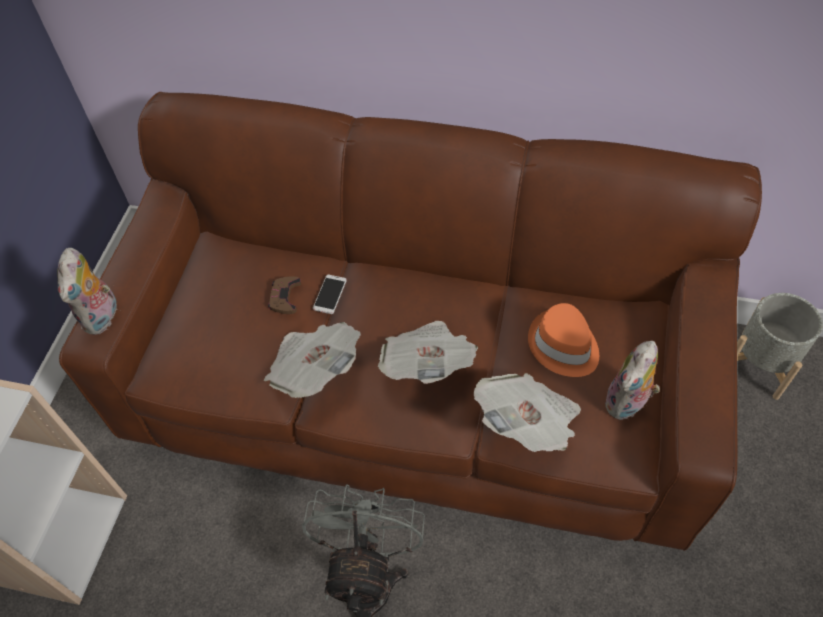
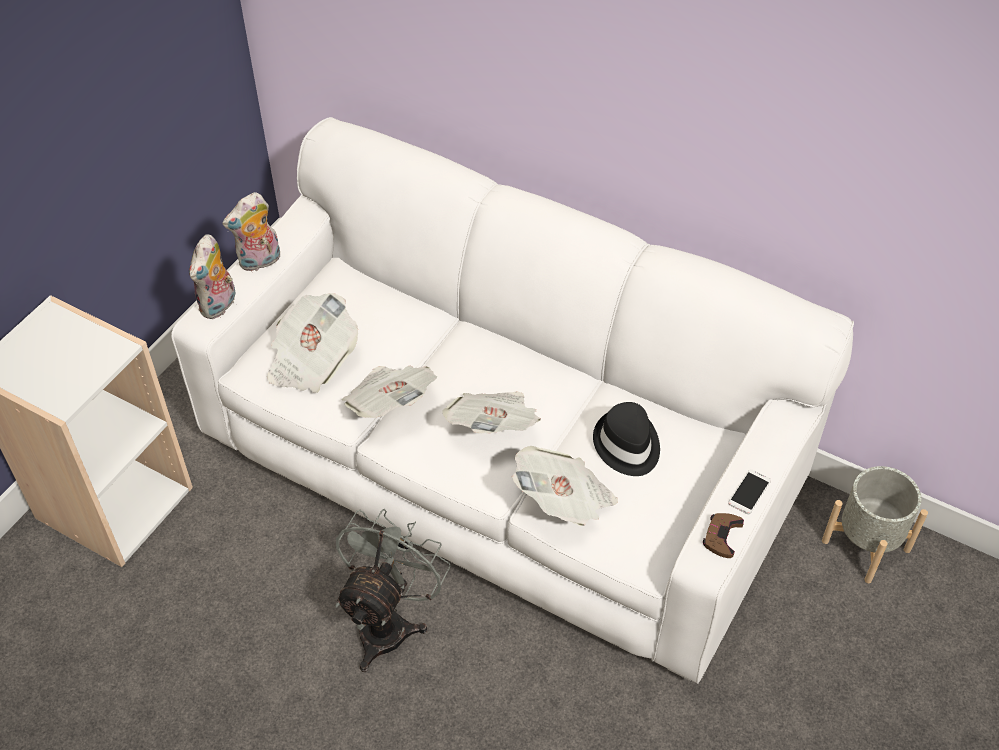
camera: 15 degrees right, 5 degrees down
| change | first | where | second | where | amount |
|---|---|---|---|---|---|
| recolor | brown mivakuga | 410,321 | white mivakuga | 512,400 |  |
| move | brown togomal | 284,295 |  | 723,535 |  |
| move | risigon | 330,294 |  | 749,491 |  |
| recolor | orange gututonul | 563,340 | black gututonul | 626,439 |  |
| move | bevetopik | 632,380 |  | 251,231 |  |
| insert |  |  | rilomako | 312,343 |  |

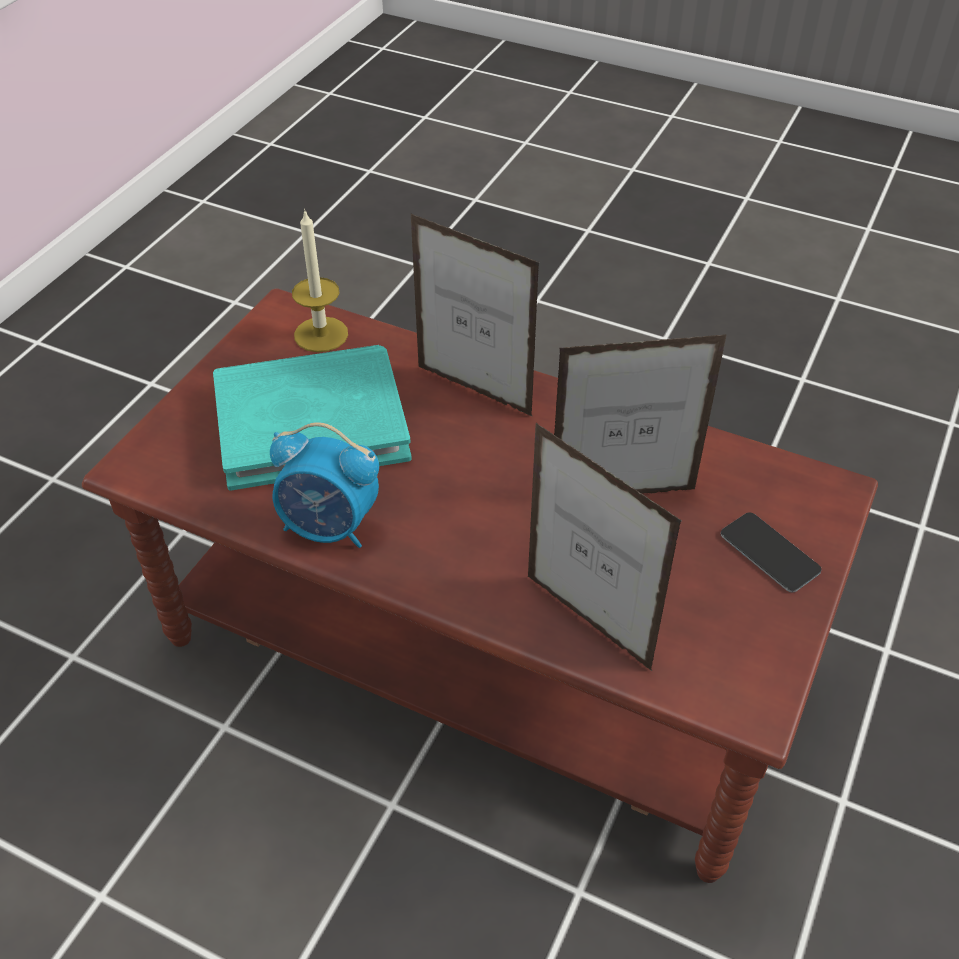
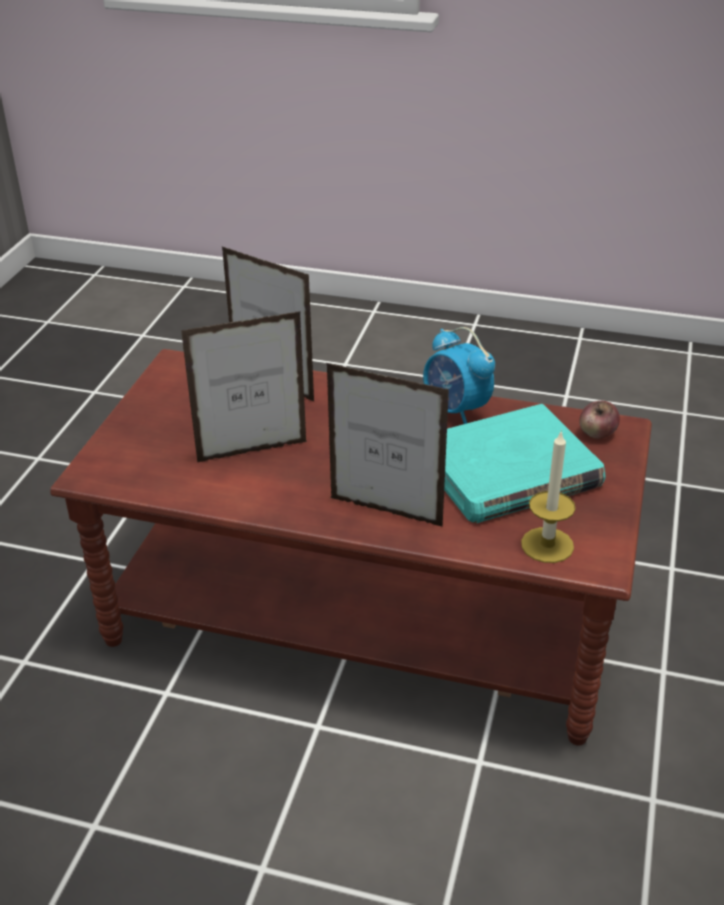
camera: 170 degrees right, 10 degrees down
| change | first | where | second | where | amount |
|---|---|---|---|---|---|
| rotate | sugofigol | 324,485 |  | 459,375 | 135 degrees counterclockwise |
| delete | risigon | 771,552 |  |  |  |
| insert |  |  | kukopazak | 599,420 |  |

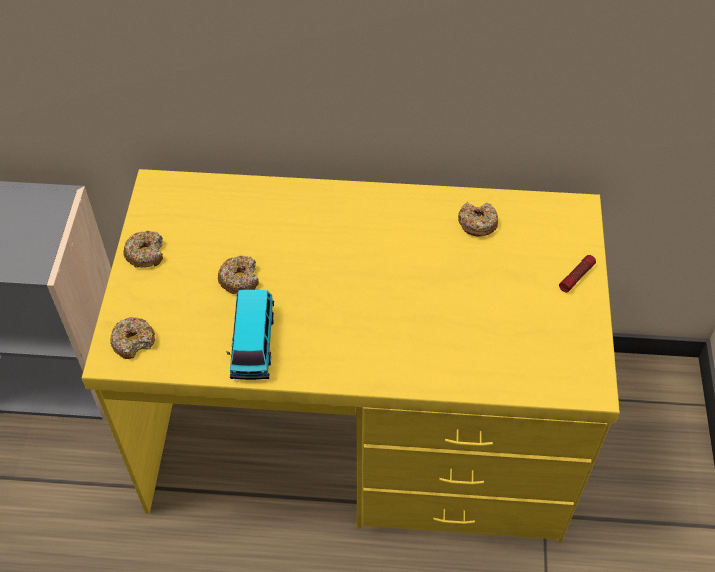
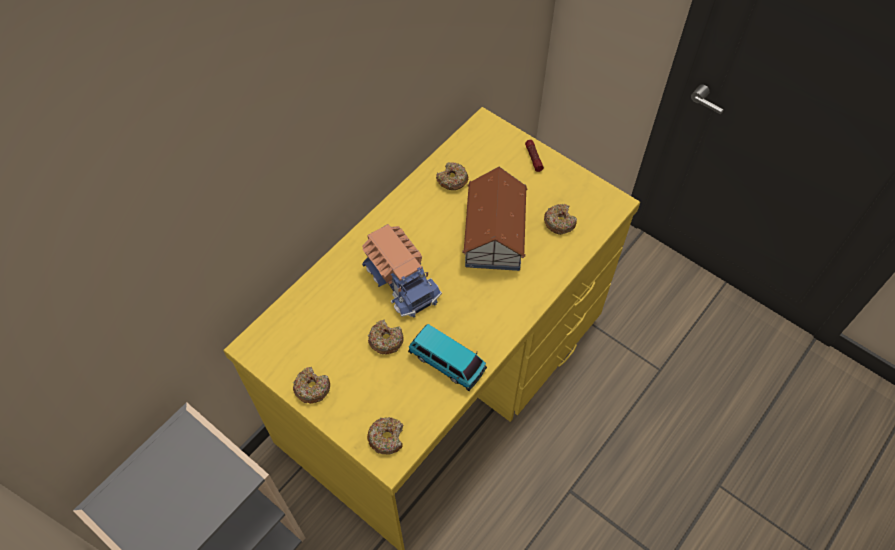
camera: 55 degrees left, 5 degrees up
| change | first | where | second | where | amount |
|---|---|---|---|---|---|
| insert |  |  | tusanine | 402,270 |  |
| insert |  |  | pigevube | 495,219 |  |
| insert |  |  | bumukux | 560,219 |  |

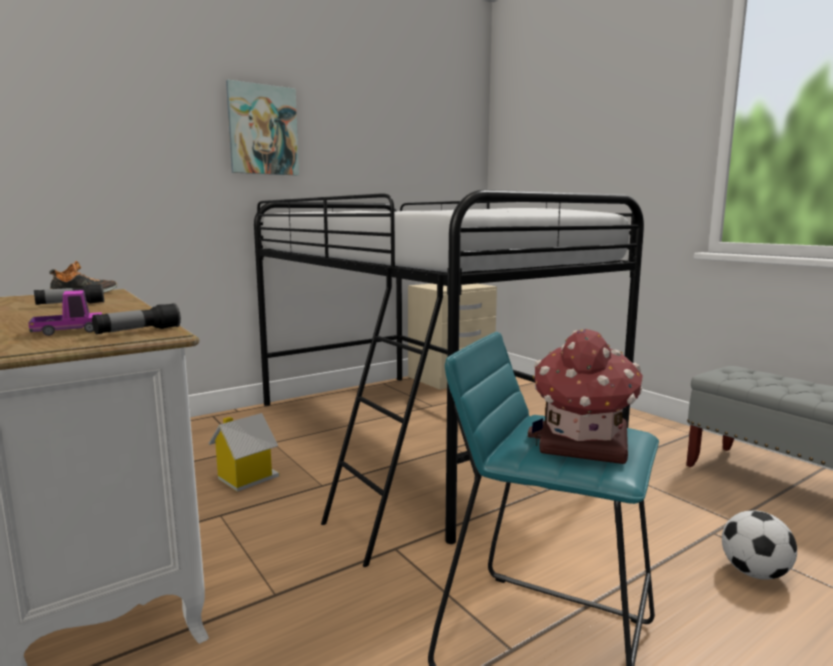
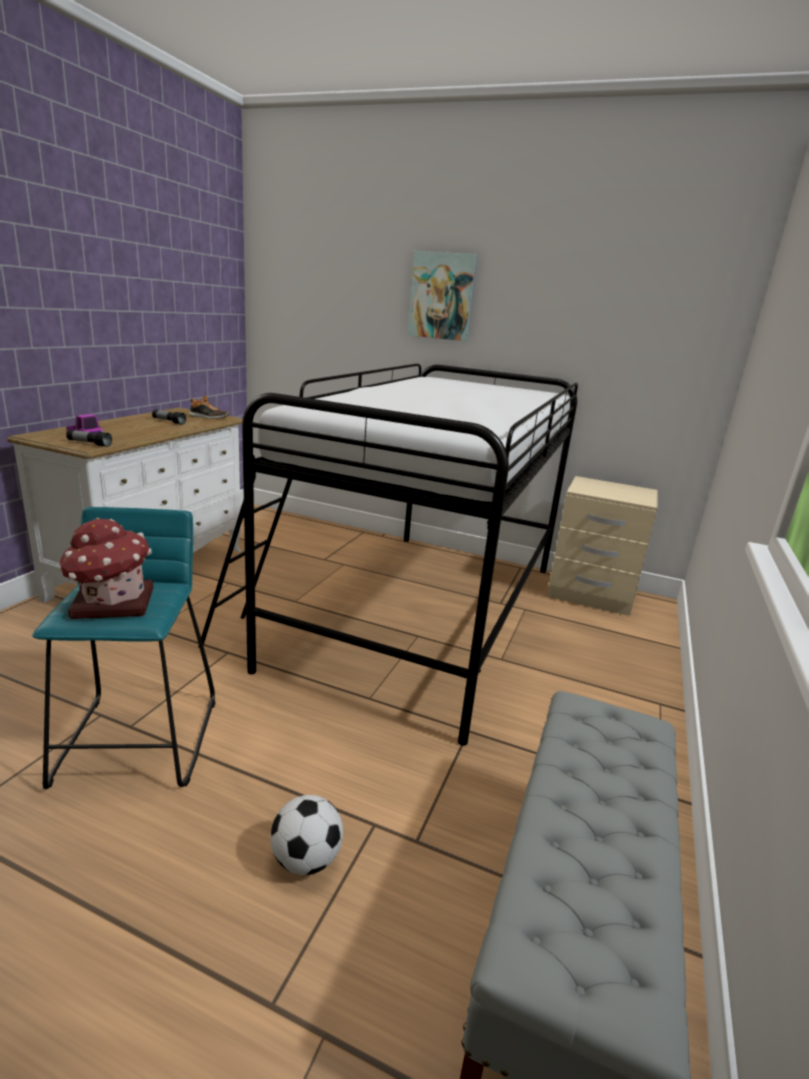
camera: 55 degrees right, 10 degrees up
| change | first | where | second | where | amount |
|---|---|---|---|---|---|
| delete | pigevube | 243,452 |  |  |  |

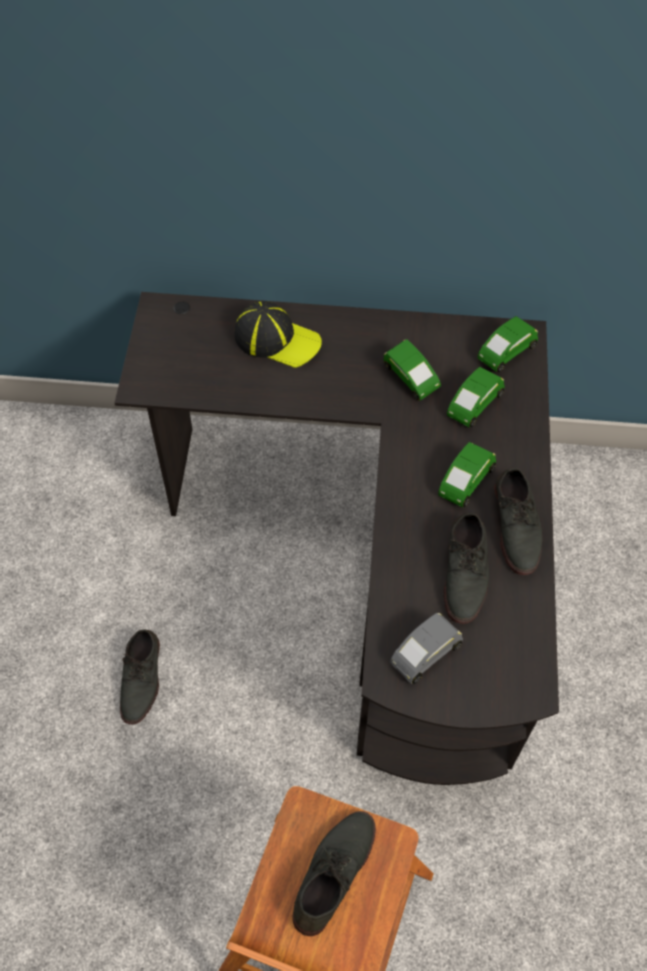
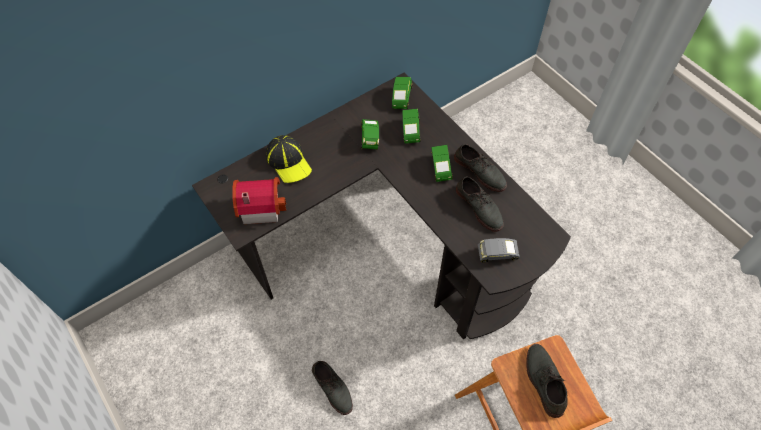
camera: 40 degrees left, 0 degrees up
| change | first | where | second | where | amount |
|---|---|---|---|---|---|
| rotate | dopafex | 278,334 |  | 289,159 | 75 degrees clockwise |
| rotate | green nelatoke | 412,370 |  | 370,134 | 105 degrees counterclockwise |
| rotate | grey nelatoke | 426,648 |  | 499,250 | 105 degrees counterclockwise |
| insert |  |  | pigevube | 259,200 |  |

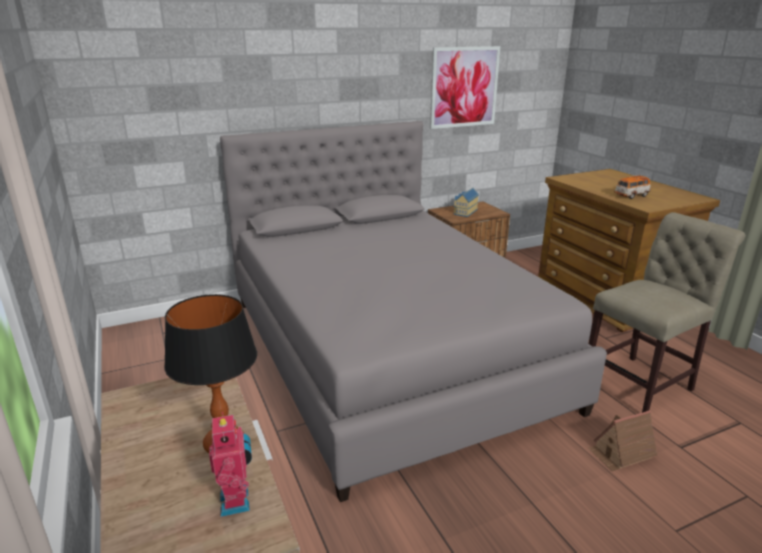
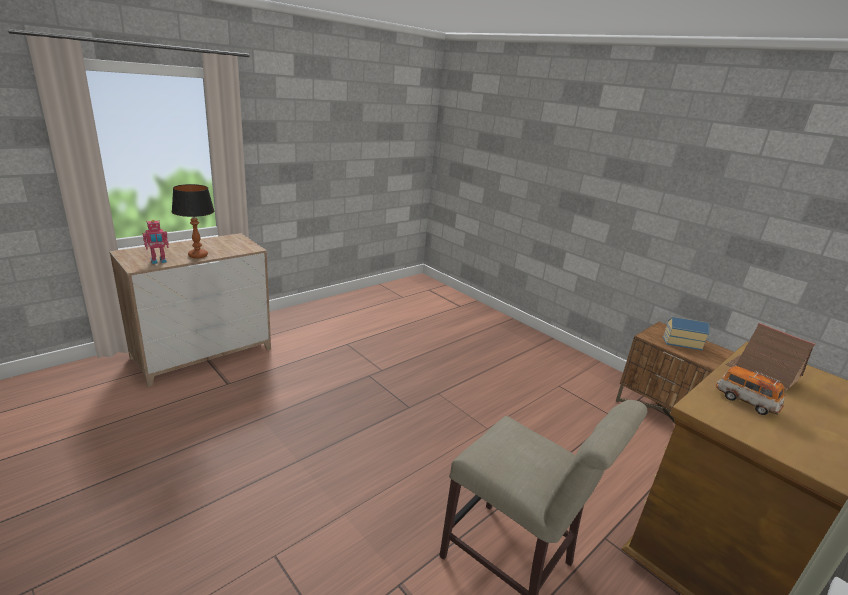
camera: 70 degrees right, 0 degrees up
| change | first | where | second | where | amount |
|---|---|---|---|---|---|
| delete | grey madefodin | 413,311 |  |  |  |
| delete | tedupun | 465,87 |  |  |  |
| move | pigevube | 622,440 |  | 770,357 |  |

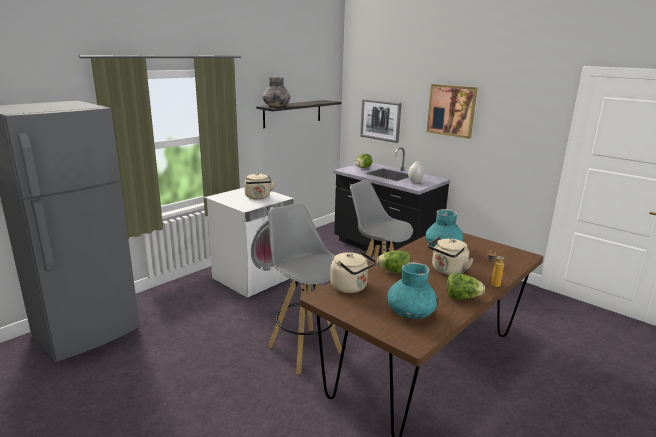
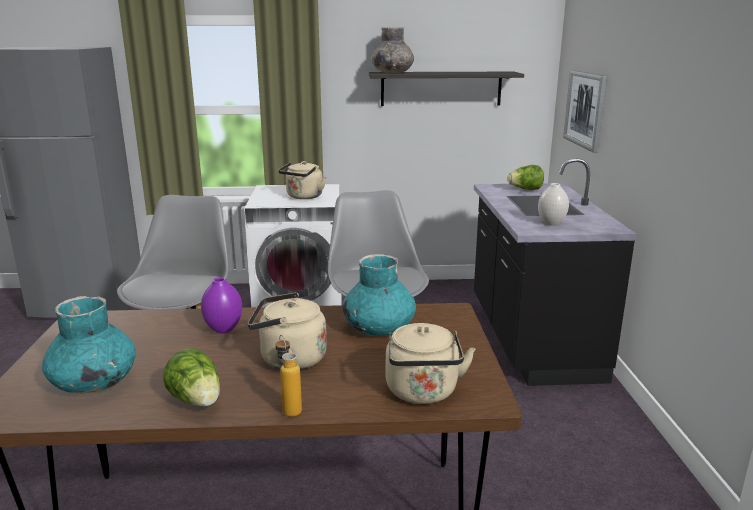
camera: 45 degrees right, 0 degrees up
| change | first | where | second | where | amount |
|---|---|---|---|---|---|
| move | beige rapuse | 353,272 |  | 430,363 |  |
| replace | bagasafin | 393,262 | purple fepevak | 221,305 |  |
| delete | tedupun | 452,111 |  |  |  |

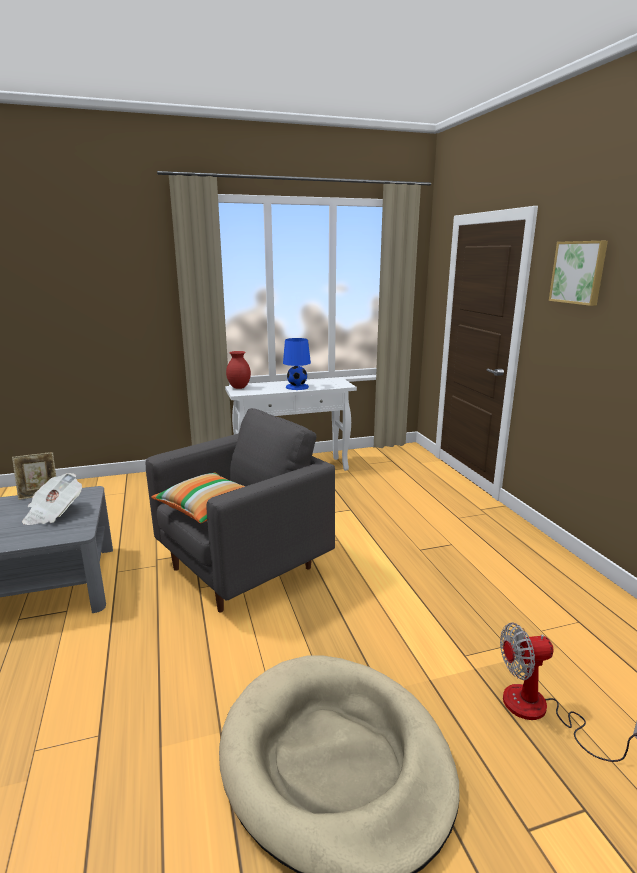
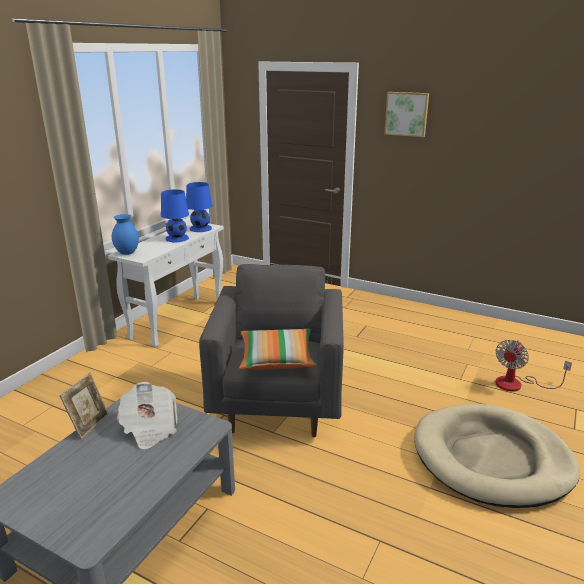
camera: 45 degrees left, 5 degrees up
| change | first | where | second | where | amount |
|---|---|---|---|---|---|
| recolor | red fepevak | 238,370 | blue fepevak | 125,234 |  |
| insert |  |  | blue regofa | 199,207 |  |

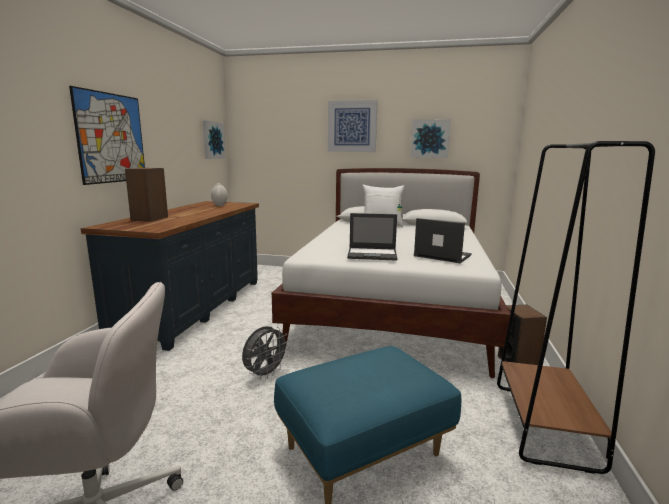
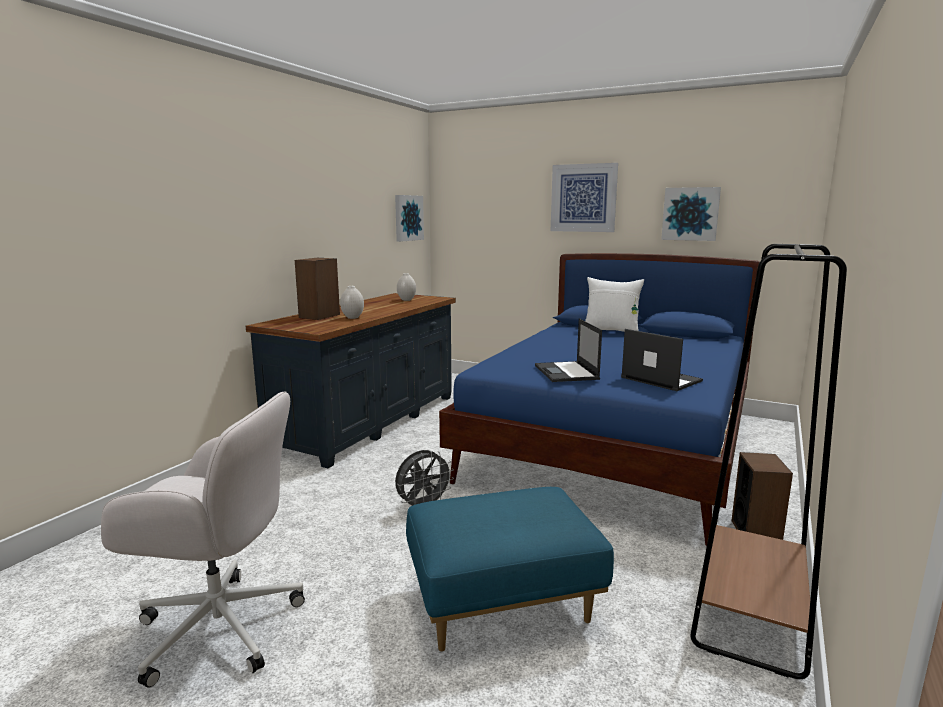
camera: 15 degrees right, 0 degrees up
| change | first | where | second | where | amount |
|---|---|---|---|---|---|
| delete | tedupun | 107,135 |  |  |  |
| recolor | white madefodin | 391,273 | blue madefodin | 599,399 |  |
| rotate | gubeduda | 372,237 |  | 568,350 | 60 degrees clockwise |
| insert |  |  | white fepevak | 352,302 |  |

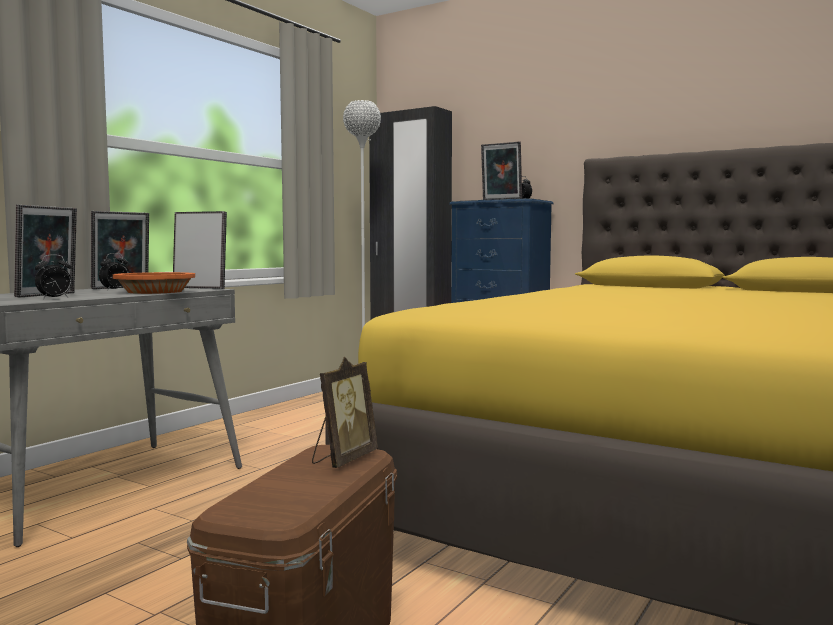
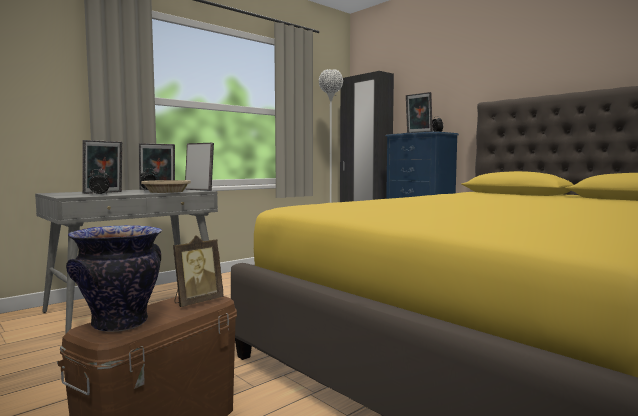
camera: 15 degrees right, 0 degrees up
| change | first | where | second | where | amount |
|---|---|---|---|---|---|
| recolor | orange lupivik | 154,283 | beige lupivik | 166,186 |  |
| insert |  |  | fepevak | 114,278 |  |

